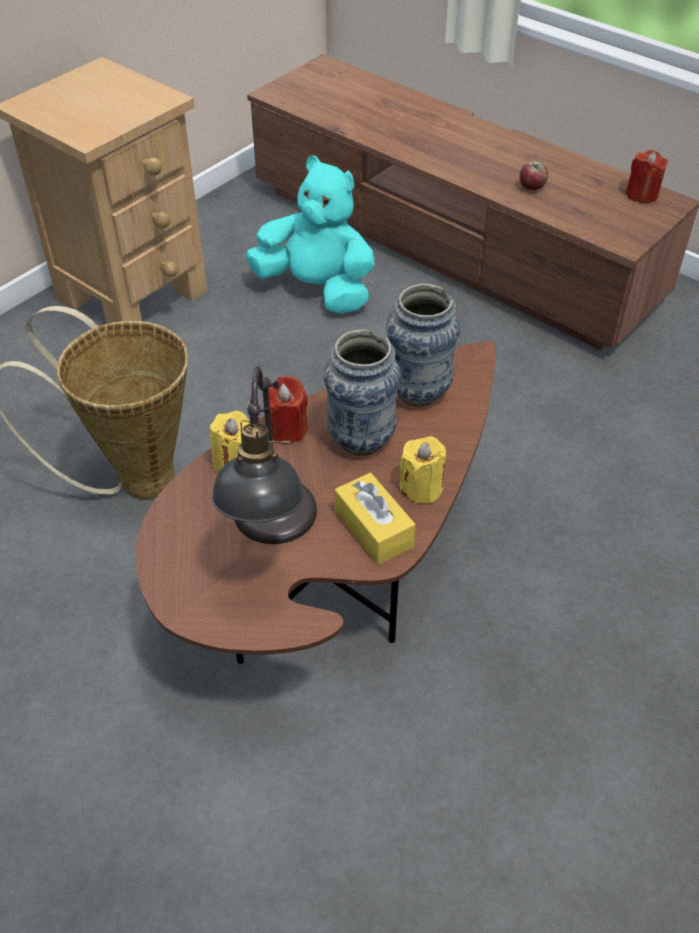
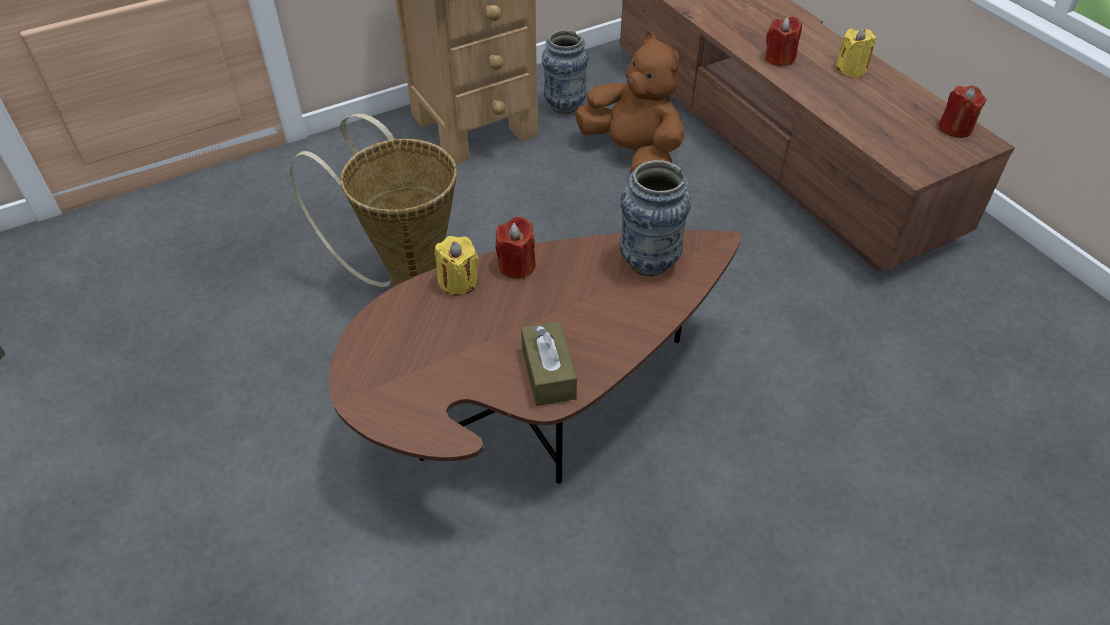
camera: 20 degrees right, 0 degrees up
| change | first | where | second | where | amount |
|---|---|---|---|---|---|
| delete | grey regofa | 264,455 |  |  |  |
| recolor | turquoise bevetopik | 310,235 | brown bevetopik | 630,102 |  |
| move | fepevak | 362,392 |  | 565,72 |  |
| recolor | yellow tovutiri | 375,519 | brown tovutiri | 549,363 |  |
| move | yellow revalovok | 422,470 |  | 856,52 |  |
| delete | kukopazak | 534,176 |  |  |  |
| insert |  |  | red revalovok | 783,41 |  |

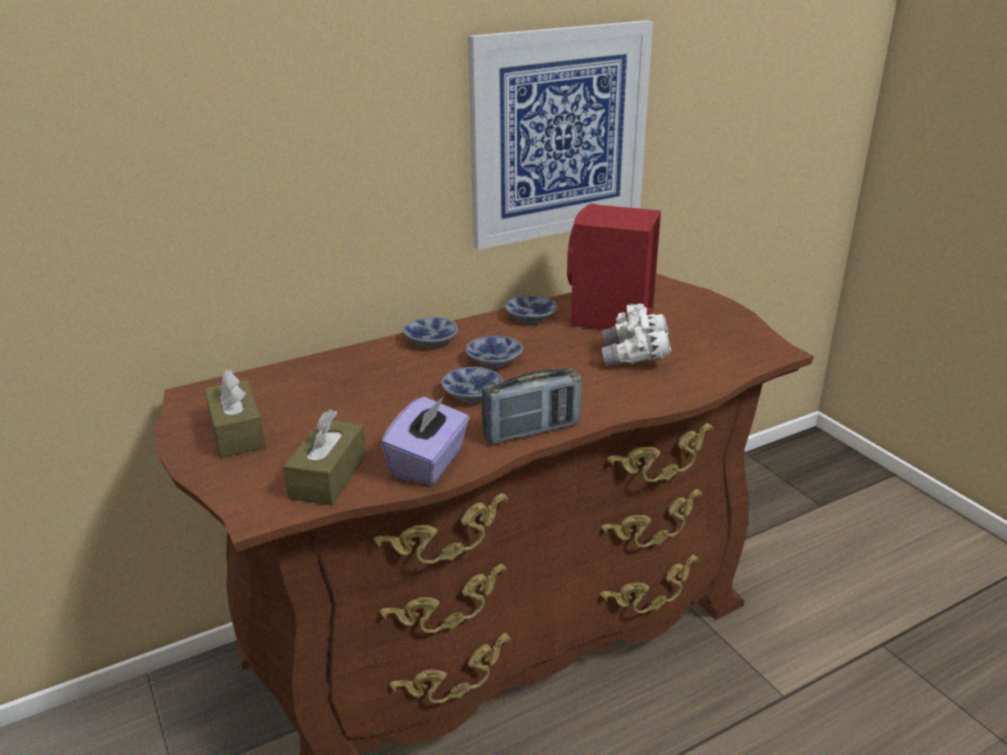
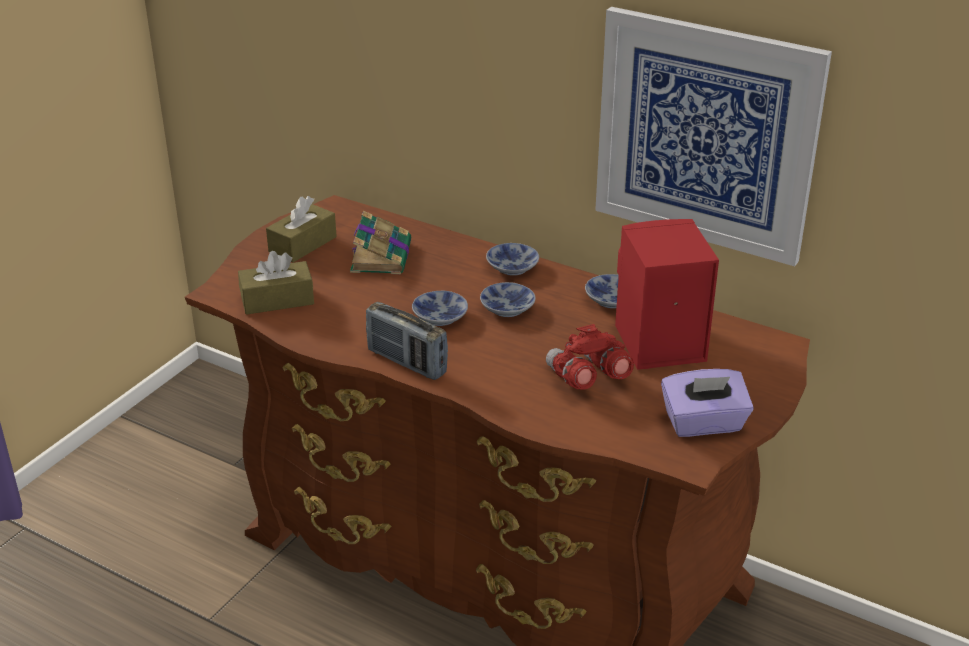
camera: 60 degrees right, 5 degrees up
| change | first | where | second | where | amount |
|---|---|---|---|---|---|
| move | purple tovutiri | 425,440 |  | 707,403 |  |
| recolor | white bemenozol | 636,334 | red bemenozol | 590,357 |  |
| insert |  |  | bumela | 380,242 |  |

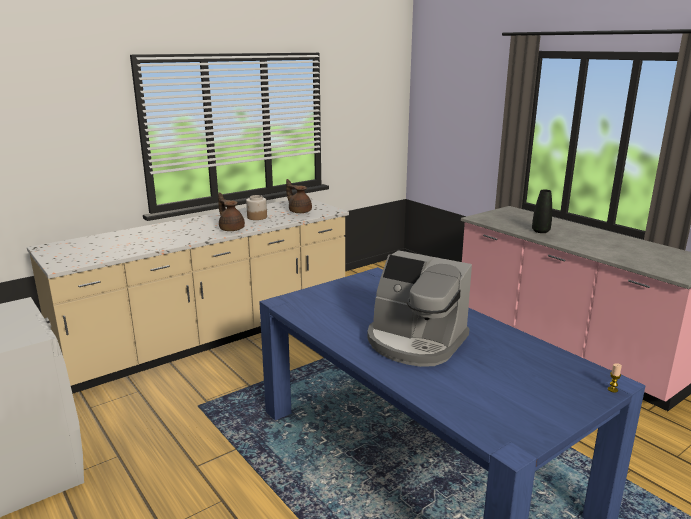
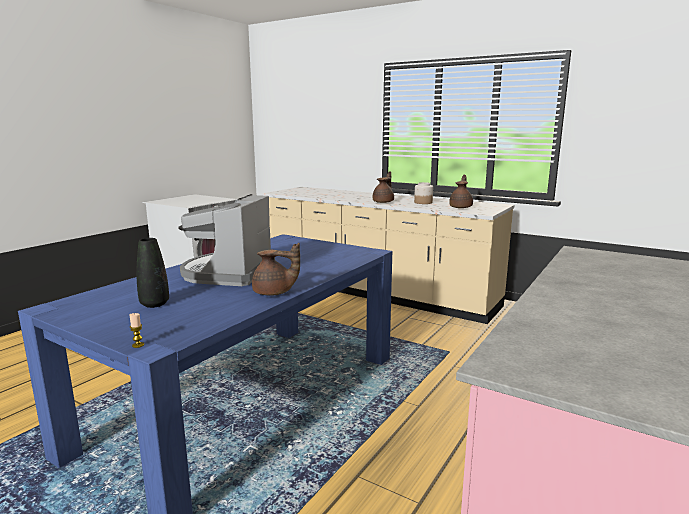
camera: 70 degrees right, 5 degrees down
| change | first | where | second | where | amount |
|---|---|---|---|---|---|
| move | black fepevak | 542,211 |  | 153,273 |  |
| insert |  |  | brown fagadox | 276,269 |  |

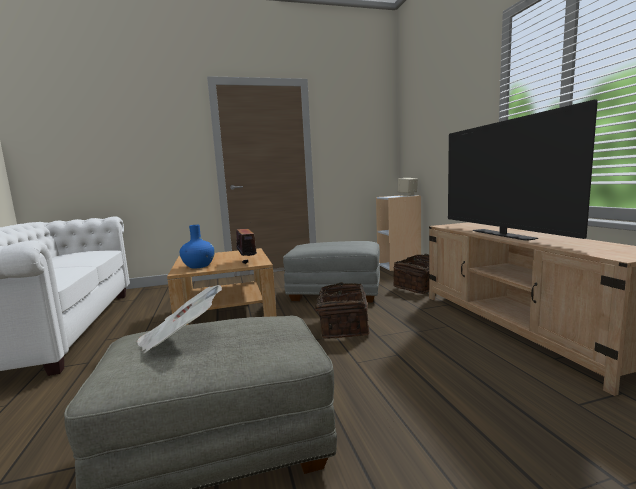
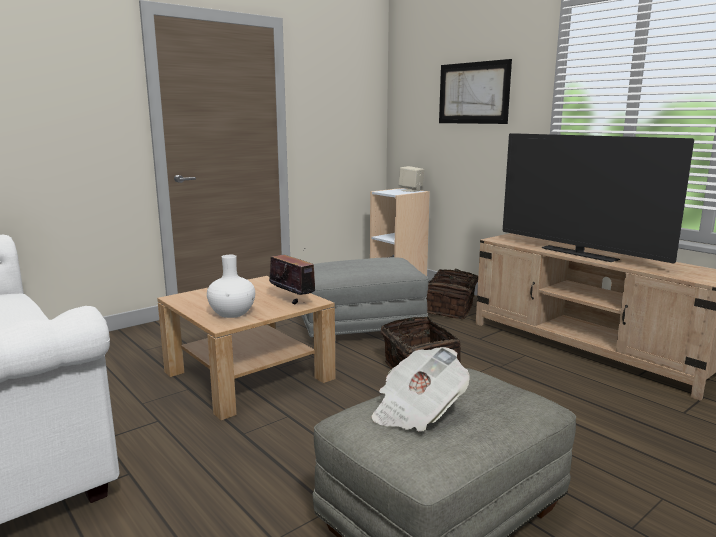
camera: 25 degrees left, 5 degrees up
| change | first | where | second | where | amount |
|---|---|---|---|---|---|
| recolor | blue fepevak | 197,246 | white fepevak | 231,286 |  |
| insert |  |  | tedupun | 475,91 |  |

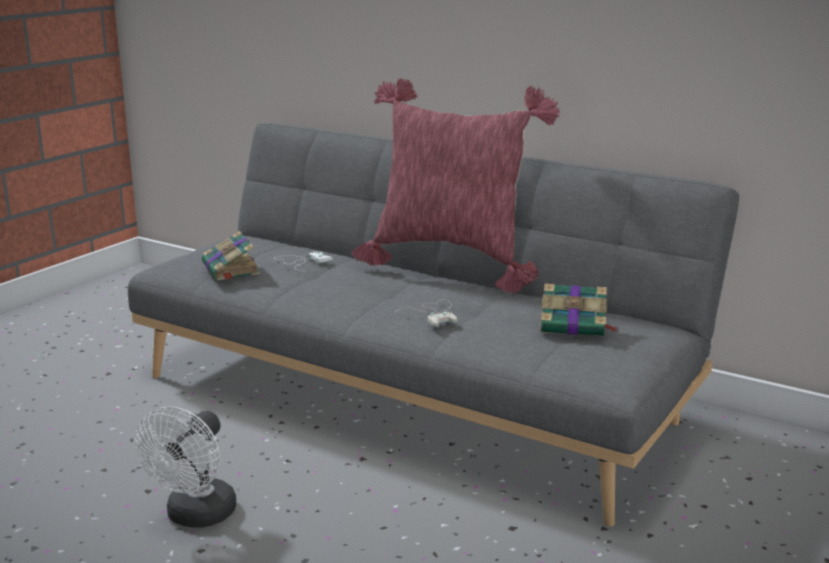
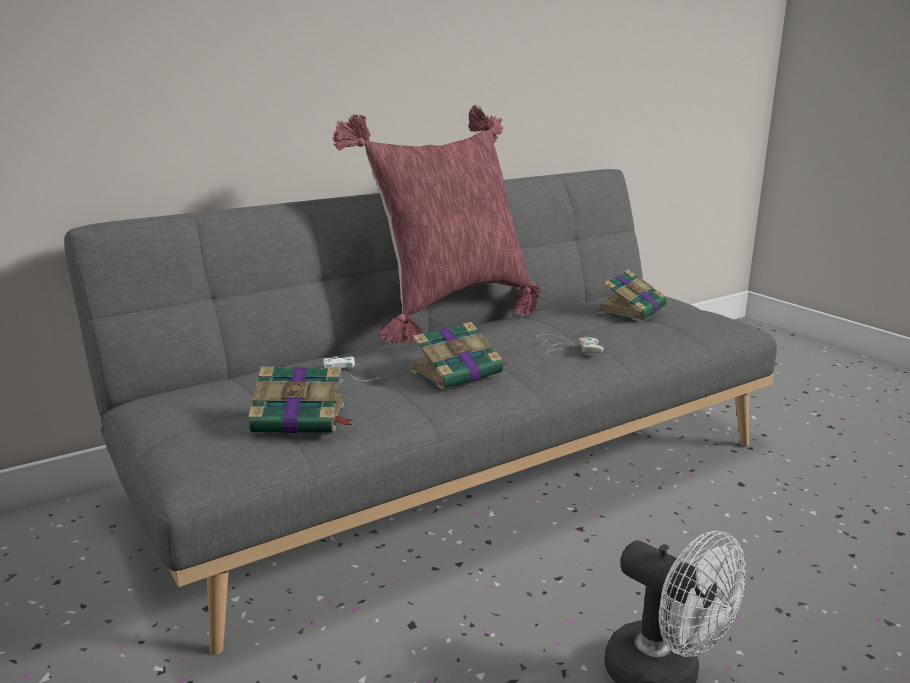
camera: 65 degrees left, 0 degrees up
| change | first | where | second | where | amount |
|---|---|---|---|---|---|
| insert |  |  | bumela | 459,356 |  |

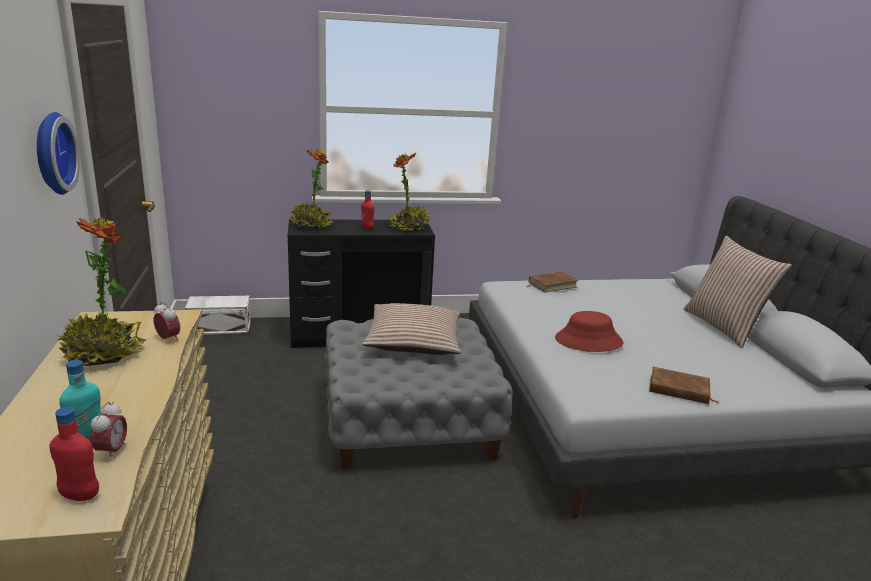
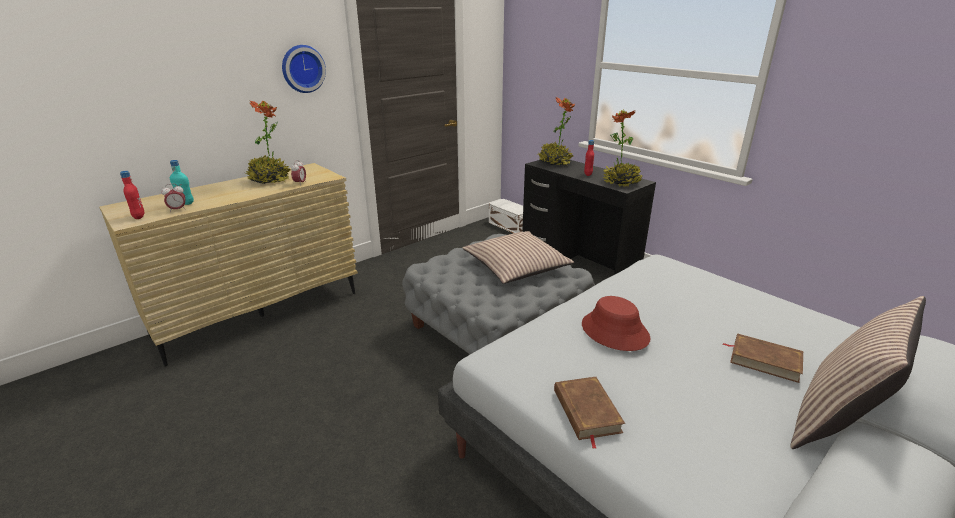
camera: 60 degrees right, 5 degrees up
| change | first | where | second | where | amount |
|---|---|---|---|---|---|
| move | brown bumela | 552,282 |  | 763,358 |  |

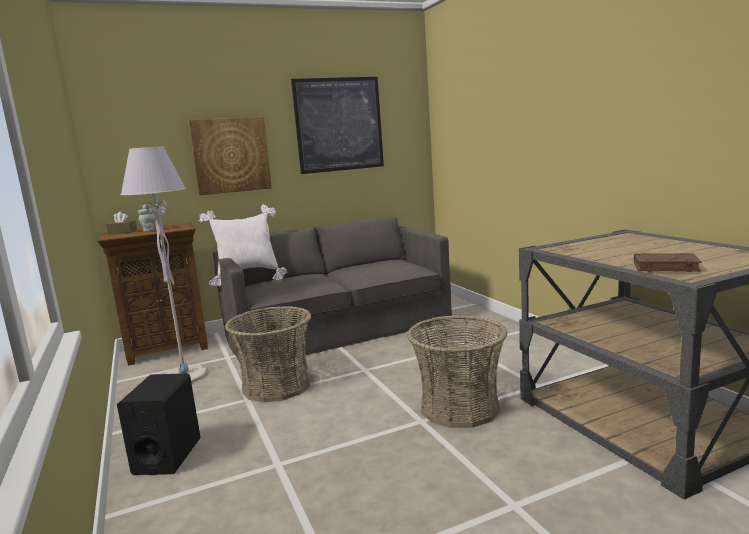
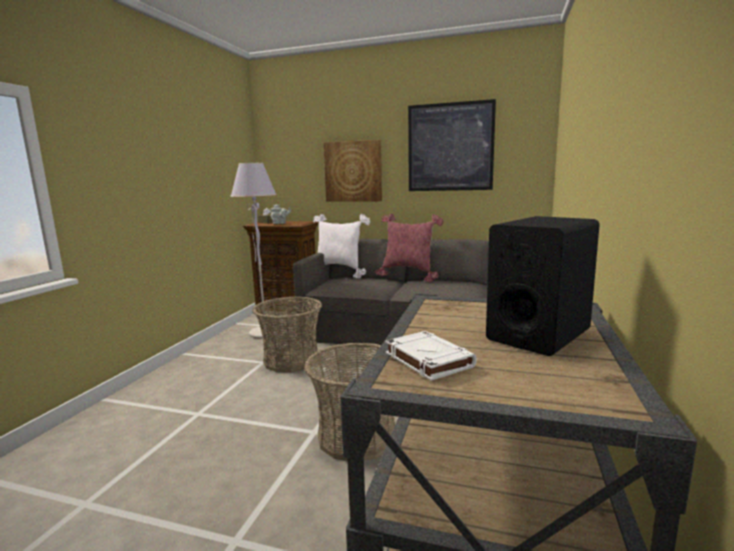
camera: 40 degrees right, 0 degrees up
| change | first | where | second | where | amount |
|---|---|---|---|---|---|
| move | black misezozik | 158,424 |  | 543,286 |  |
| recolor | brown bumela | 668,262 | white bumela | 431,356 |  |
| insert |  |  | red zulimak | 409,248 |  |

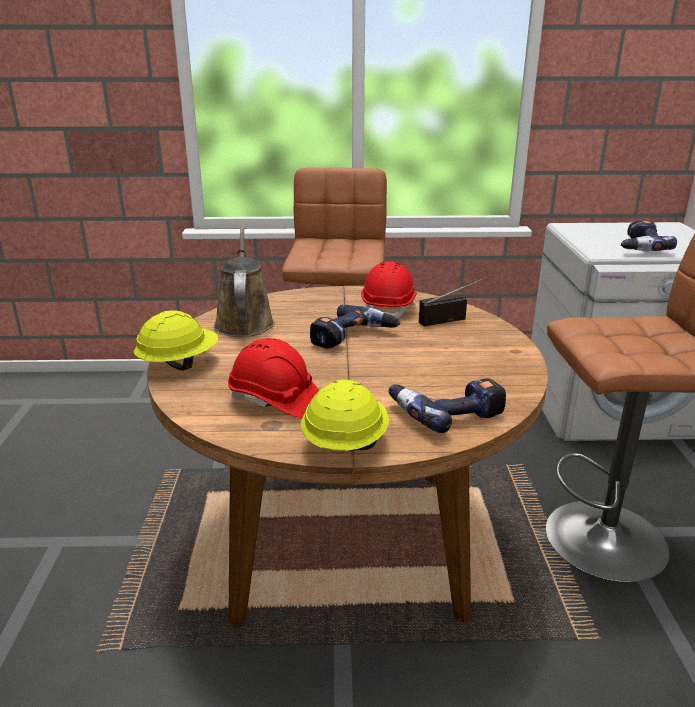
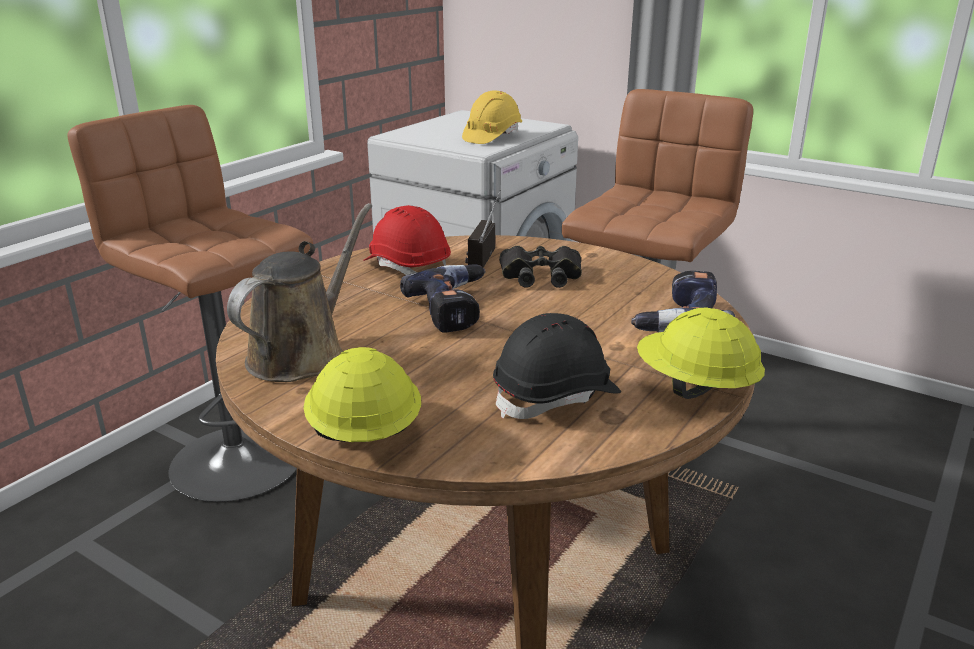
camera: 55 degrees left, 0 degrees up
| change | first | where | second | where | amount |
|---|---|---|---|---|---|
| rotate | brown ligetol | 244,282 |  | 299,292 | 90 degrees clockwise |
| recolor | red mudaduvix | 273,378 | black mudaduvix | 557,366 |  |
| replace | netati | 649,236 | yellow mudaduvix | 492,117 |  |
| insert |  |  | black bemenozol | 540,267 |  |

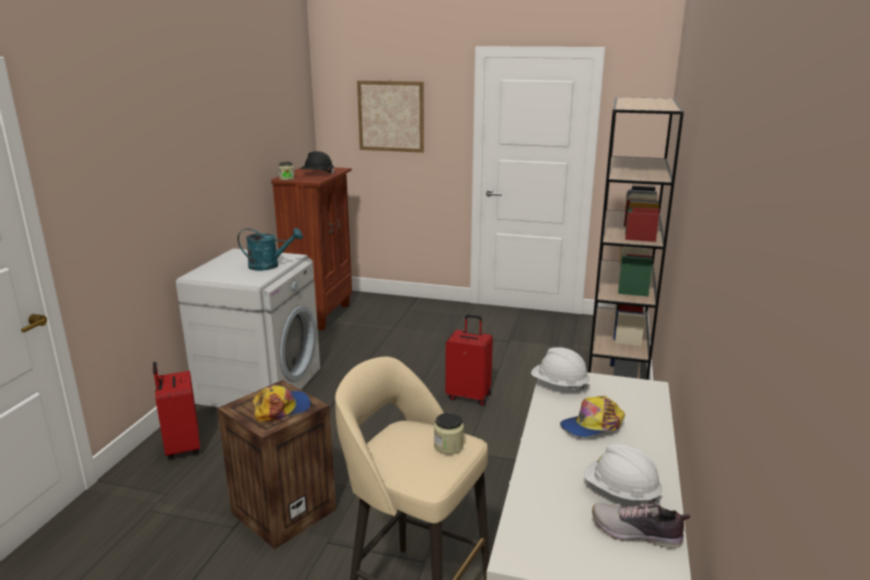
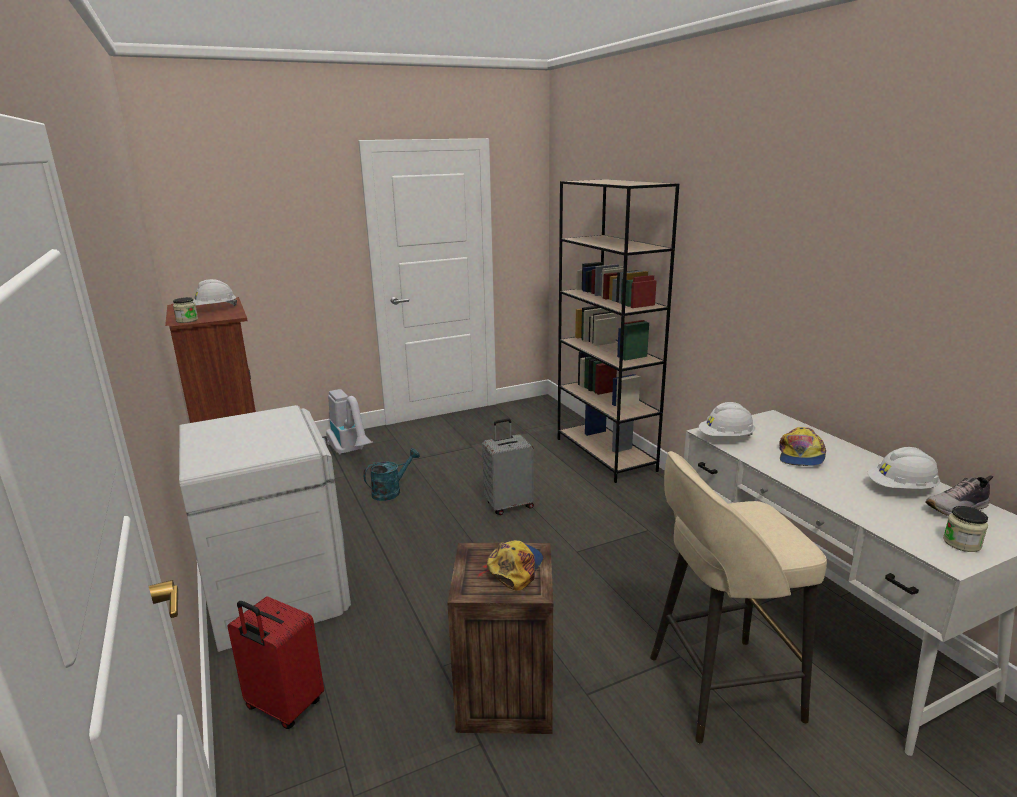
camera: 40 degrees left, 0 degrees up
| change | first | where | second | where | amount |
|---|---|---|---|---|---|
| move | turquoise ligetol | 270,249 |  | 391,474 |  |
| recolor | black mudaduvix | 318,162 | white mudaduvix | 215,292 |  |
| delete | tedupun | 390,116 |  |  |  |
| move | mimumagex | 449,433 |  | 965,529 |  |
| recolor | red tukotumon | 469,360 | grey tukotumon | 508,467 |  |
| insert |  |  | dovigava | 349,422 |  |

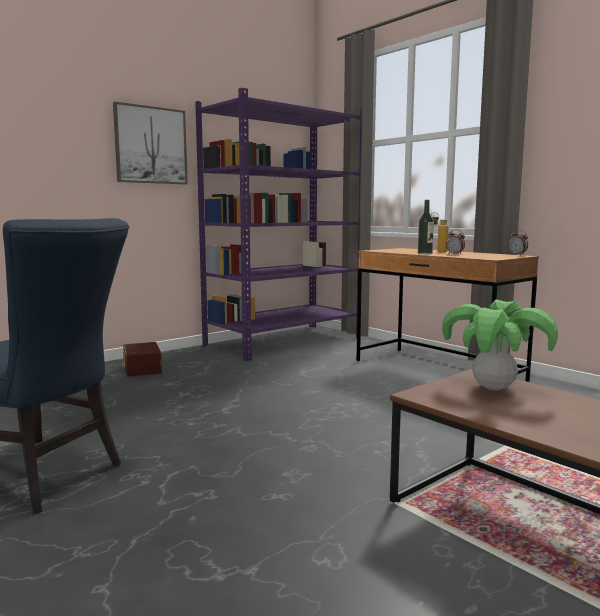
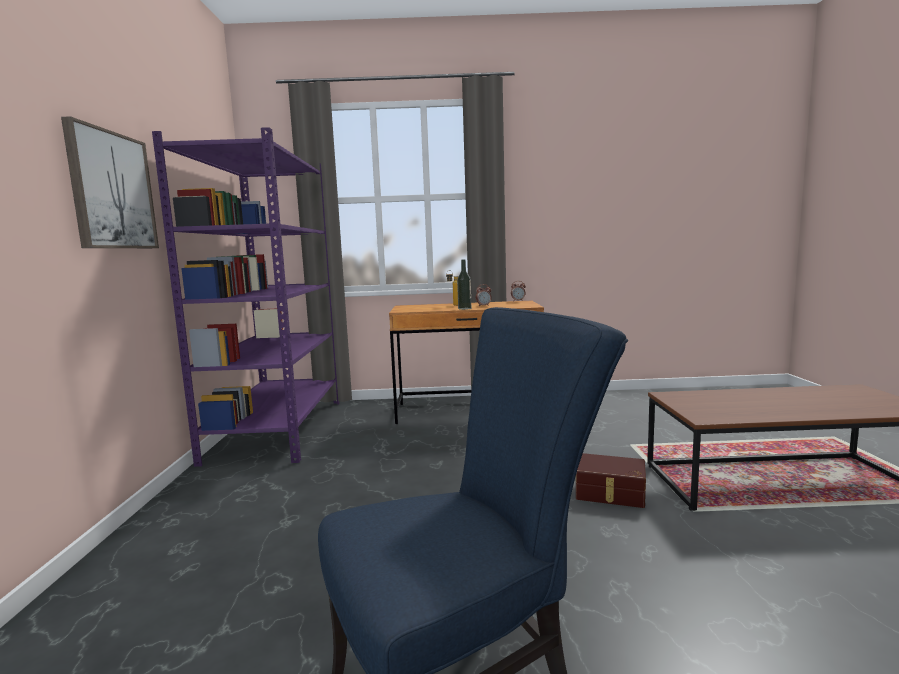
camera: 50 degrees left, 0 degrees up
| change | first | where | second | where | amount |
|---|---|---|---|---|---|
| move | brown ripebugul | 142,359 |  | 611,480 |  |
| delete | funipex | 500,344 |  |  |  |

